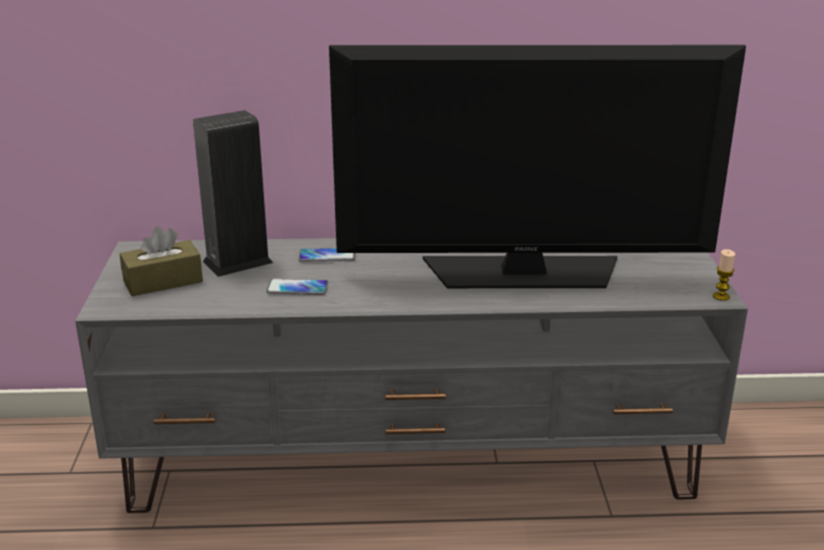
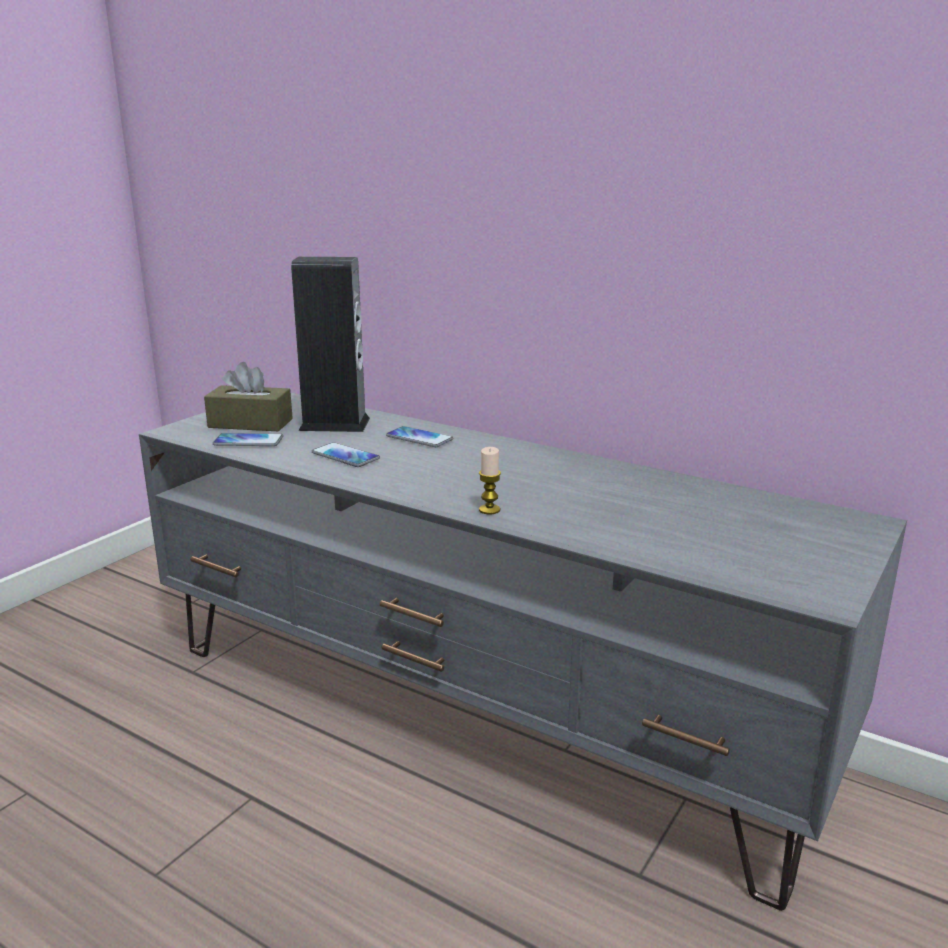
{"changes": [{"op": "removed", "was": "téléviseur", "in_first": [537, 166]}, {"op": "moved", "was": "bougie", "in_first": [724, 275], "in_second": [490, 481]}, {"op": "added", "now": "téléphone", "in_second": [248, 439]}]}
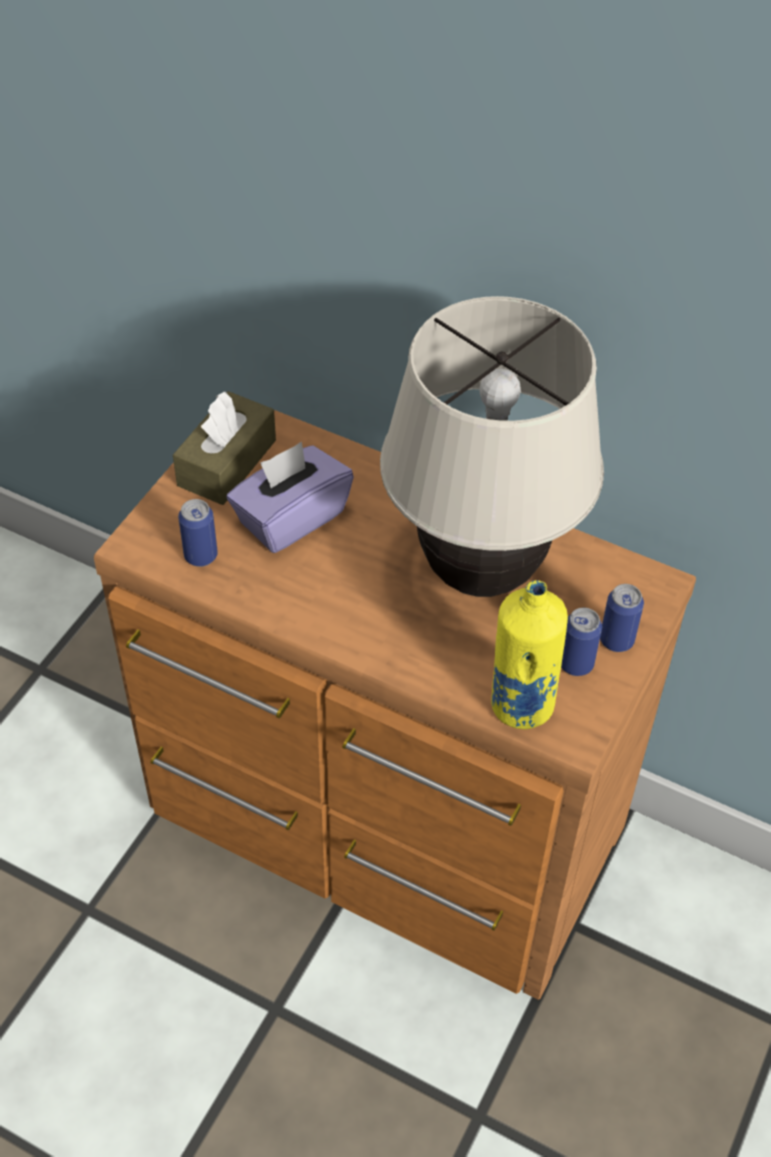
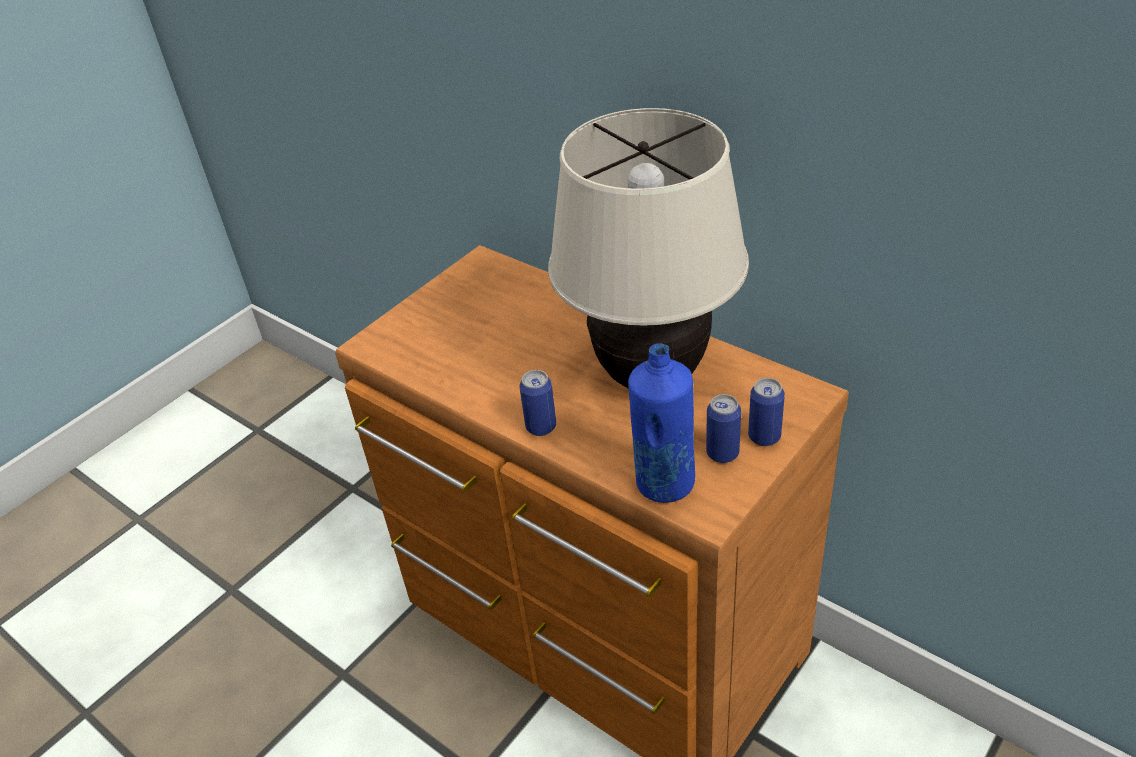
{"changes": [{"op": "removed", "was": "boîte à mouchoirs/marron", "in_first": [224, 448]}, {"op": "moved", "was": "boîte métallique", "in_first": [198, 533], "in_second": [537, 403]}, {"op": "removed", "was": "boîte à mouchoirs/violet", "in_first": [290, 497]}, {"op": "recoloured", "was": "bouteille/jaune", "now": "bouteille/bleu", "in_first": [529, 654], "in_second": [661, 423]}]}
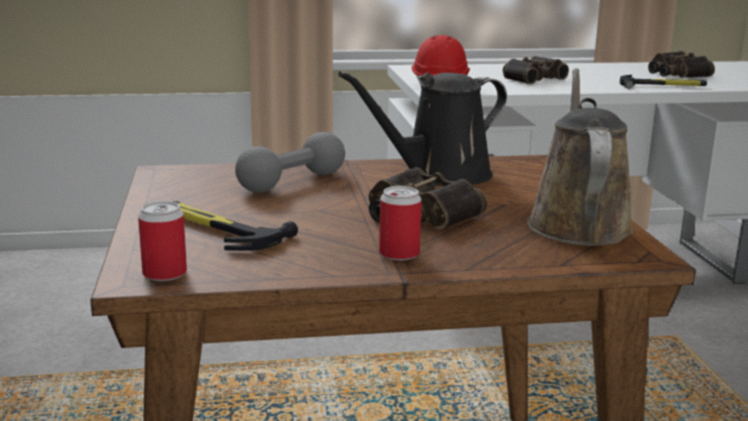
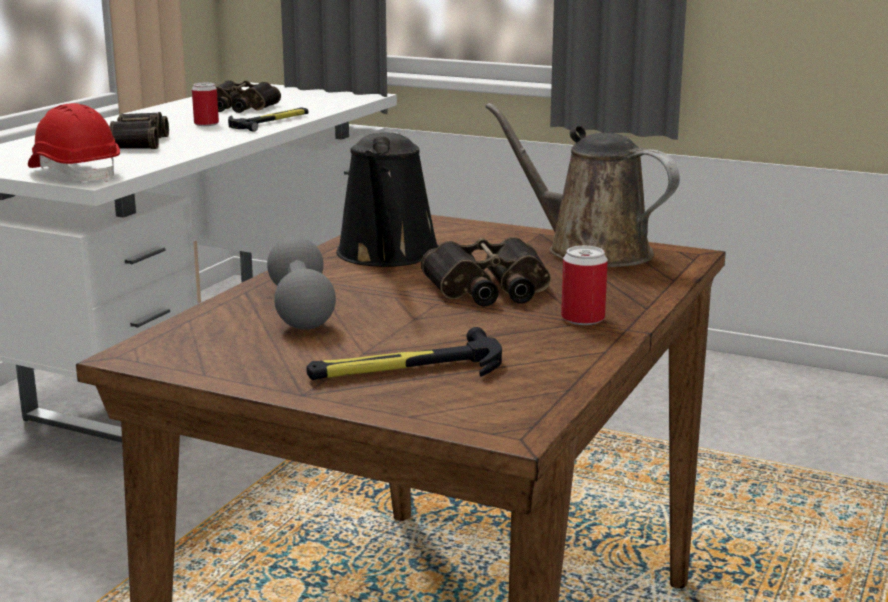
{"changes": [{"op": "moved", "was": "boîte métallique", "in_first": [162, 241], "in_second": [205, 104]}]}
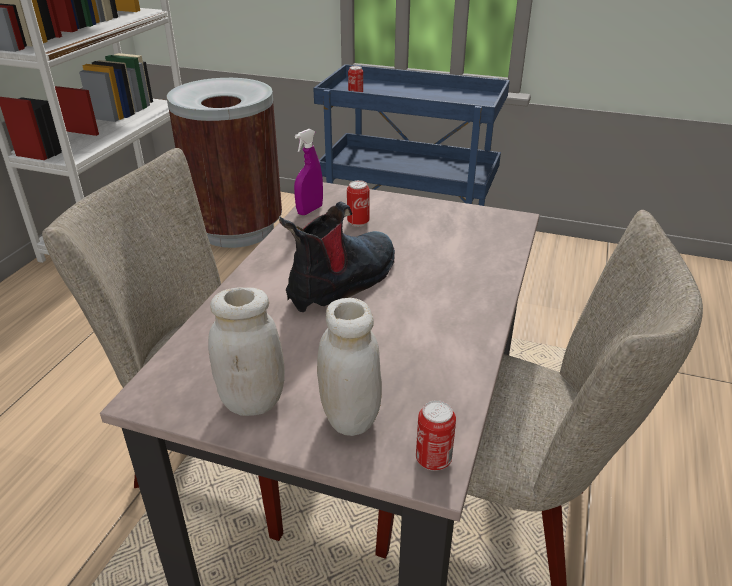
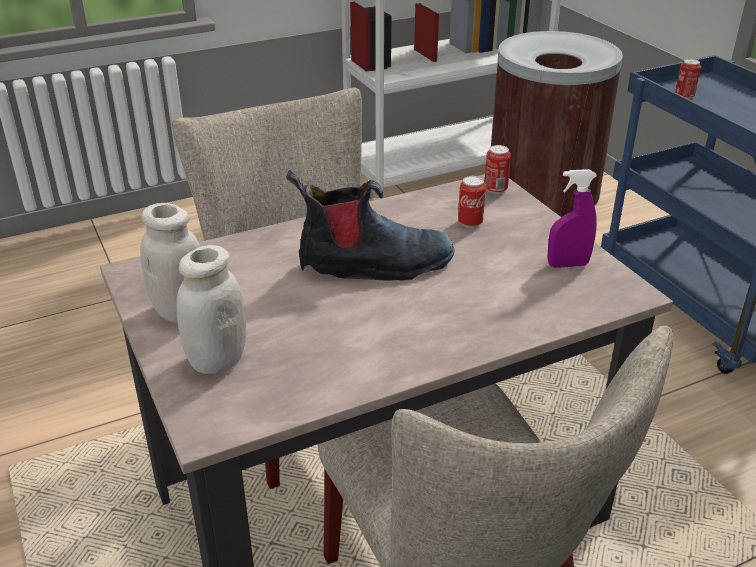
{"changes": [{"op": "moved", "was": "vaporisateur/violet", "in_first": [308, 172], "in_second": [572, 218]}, {"op": "moved", "was": "boîte métallique", "in_first": [436, 435], "in_second": [497, 169]}]}
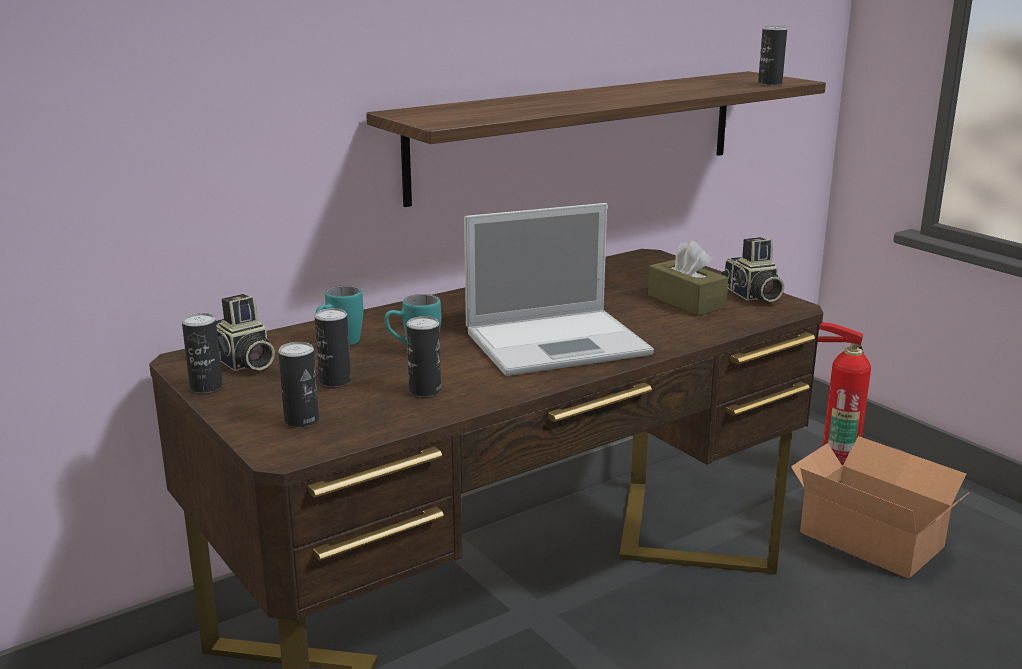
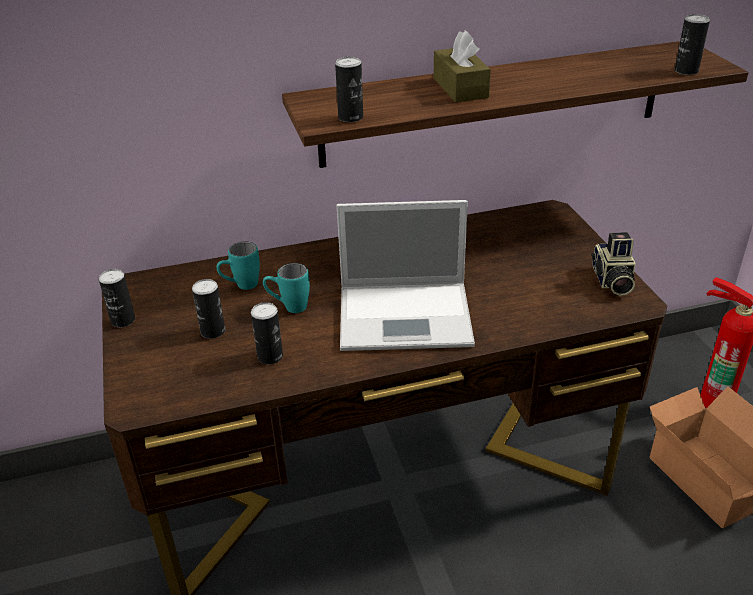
{"changes": [{"op": "removed", "was": "appareil photo", "in_first": [245, 332]}, {"op": "moved", "was": "boîte métallique", "in_first": [298, 384], "in_second": [349, 89]}, {"op": "moved", "was": "boîte à mouchoirs/marron", "in_first": [688, 278], "in_second": [462, 66]}]}
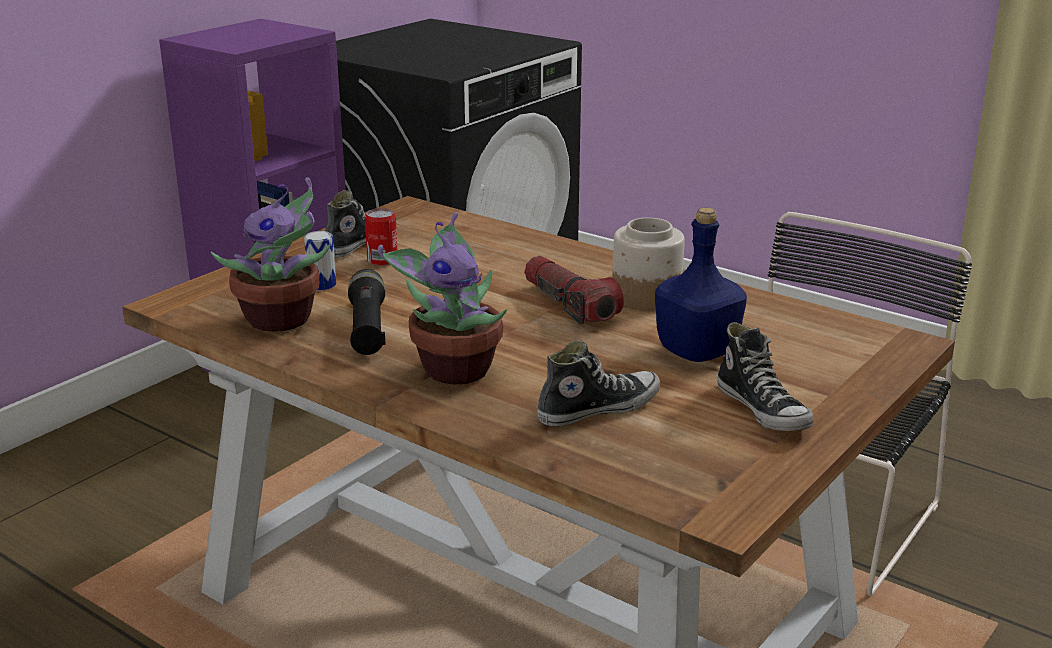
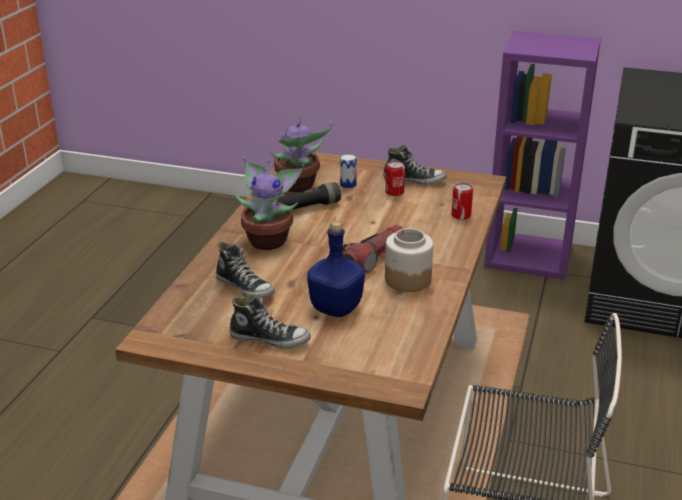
{"changes": [{"op": "turned", "was": "chaussure", "in_first": [765, 376], "in_second": [270, 322], "clockwise": -120}, {"op": "added", "now": "boîte métallique", "in_second": [462, 201]}]}
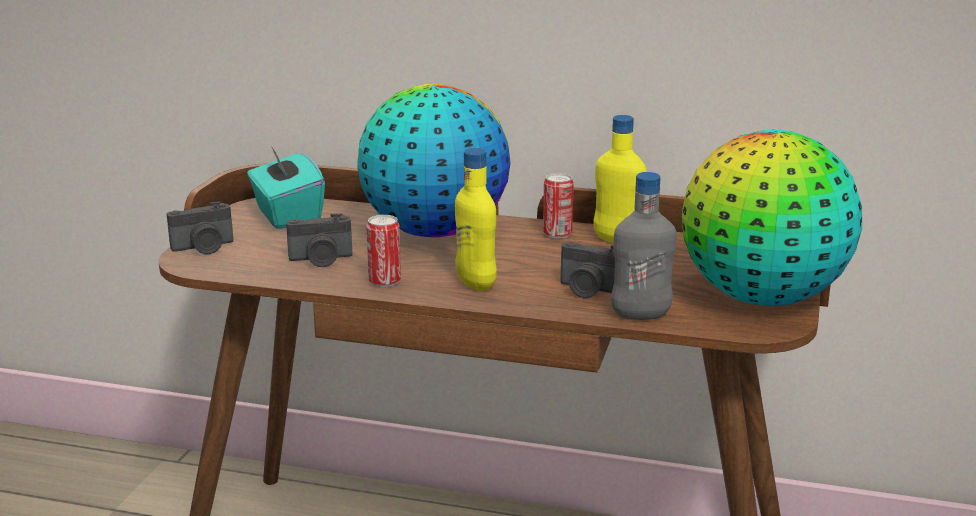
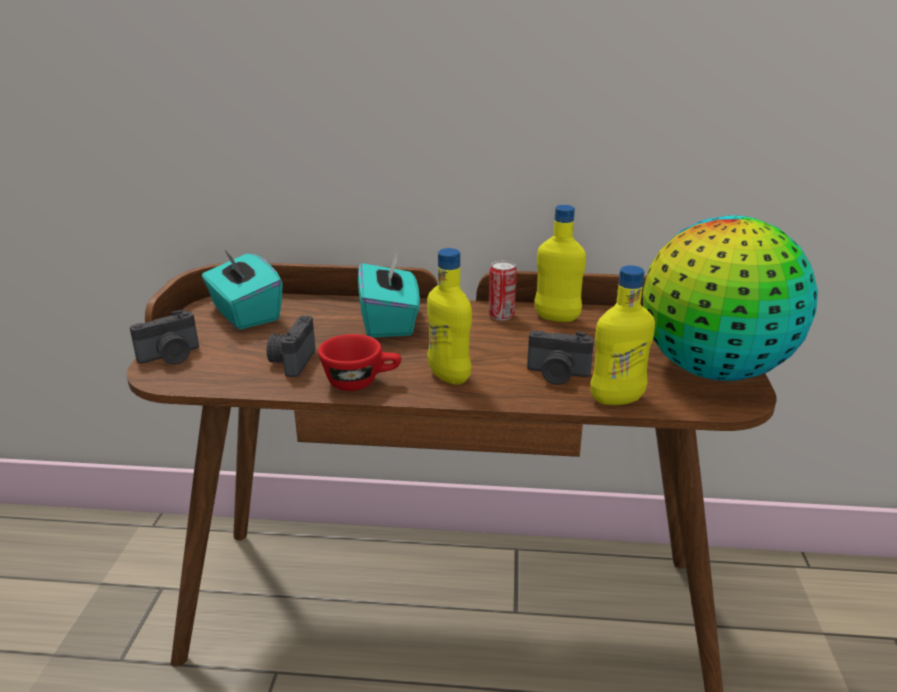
{"changes": [{"op": "turned", "was": "appareil photo", "in_first": [319, 240], "in_second": [291, 346], "clockwise": 120}, {"op": "replaced", "was": "globe", "now": "boîte à mouchoirs/turquoise", "in_first": [434, 160], "in_second": [389, 295]}, {"op": "replaced", "was": "boîte métallique", "now": "tasse/rouge", "in_first": [383, 251], "in_second": [359, 362]}, {"op": "recoloured", "was": "bouteille/gris", "now": "bouteille/jaune", "in_first": [644, 246], "in_second": [622, 335]}]}
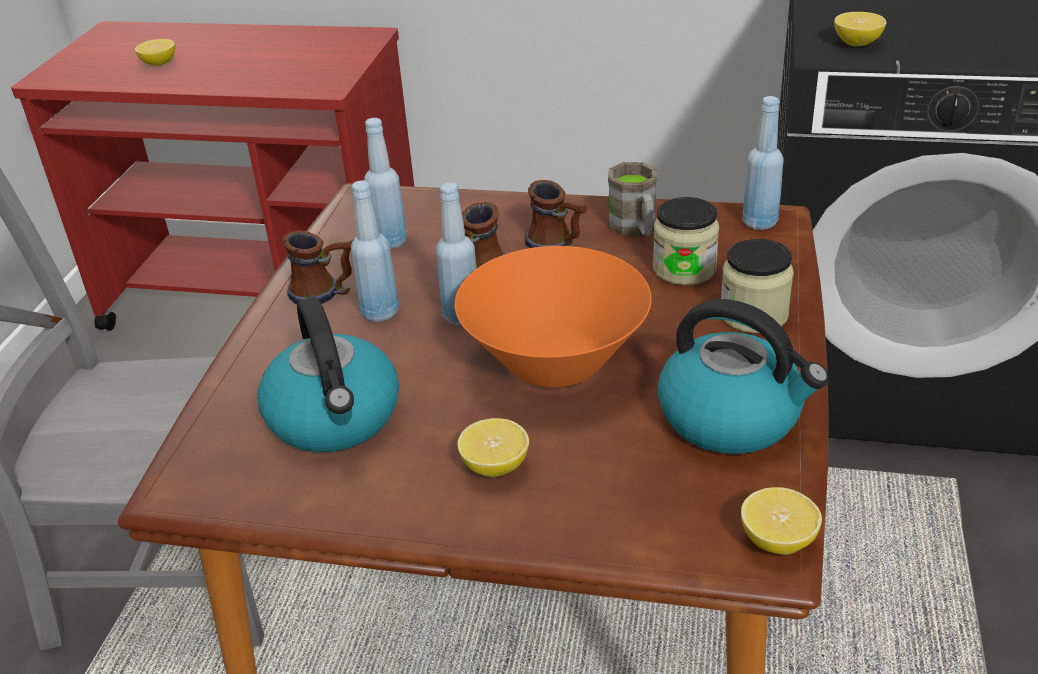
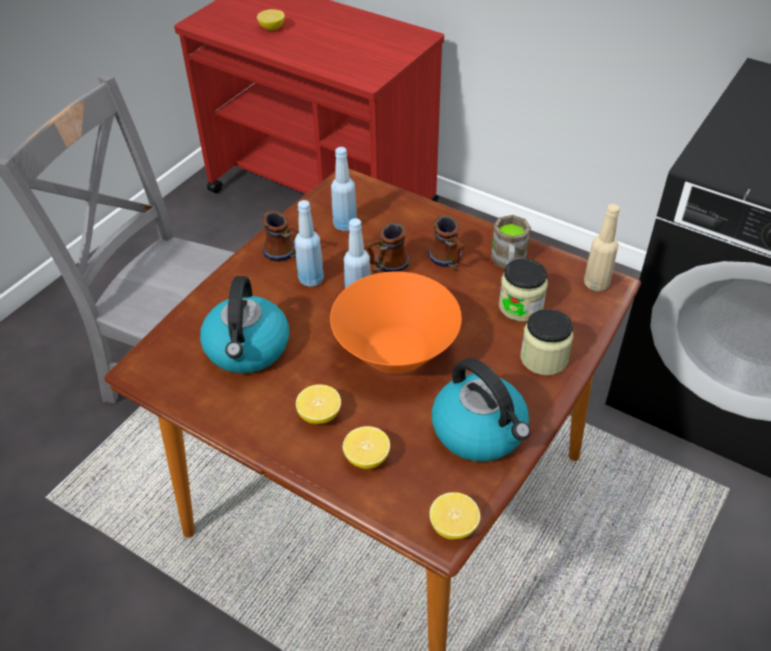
{"changes": [{"op": "recoloured", "was": "bouteille/bleu", "now": "bouteille/beige", "in_first": [763, 163], "in_second": [602, 248]}, {"op": "moved", "was": "citron", "in_first": [860, 29], "in_second": [366, 447]}]}
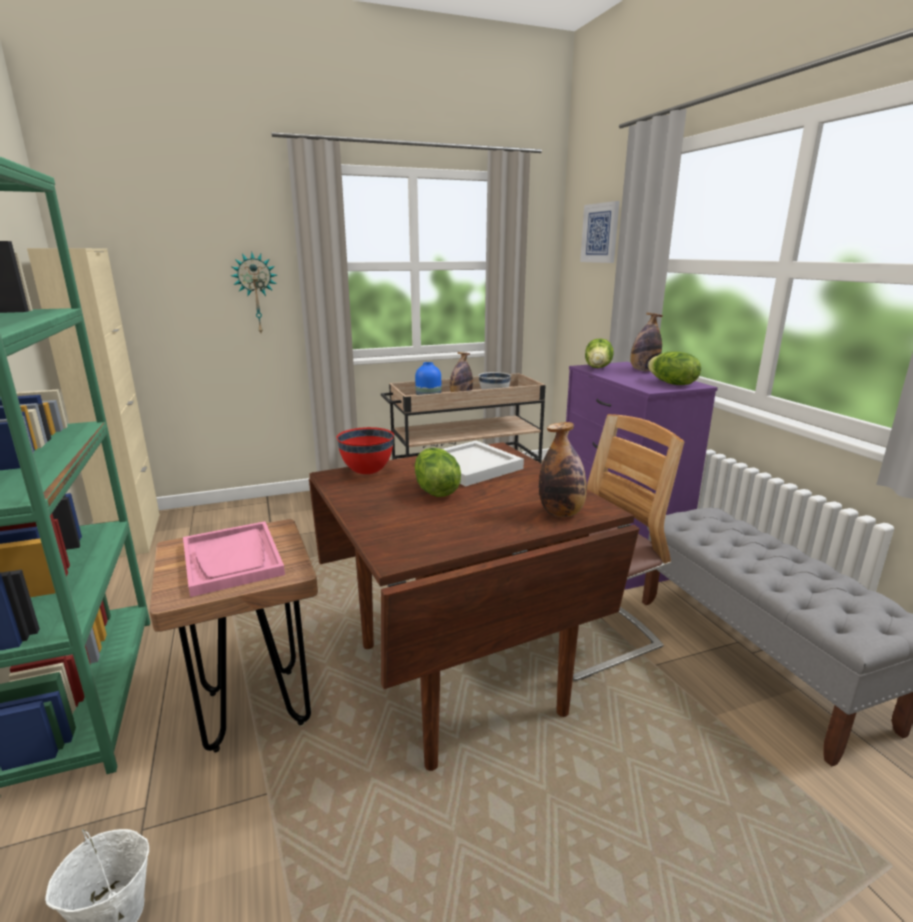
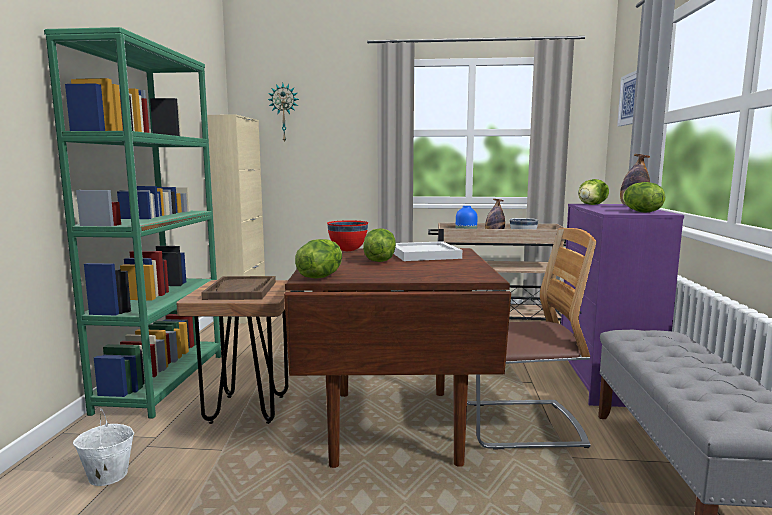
{"changes": [{"op": "recoloured", "was": "plateau/rose", "now": "plateau/marron", "in_first": [234, 559], "in_second": [238, 288]}, {"op": "moved", "was": "horloge murale", "in_first": [254, 292], "in_second": [283, 113]}, {"op": "removed", "was": "bouteille", "in_first": [563, 469]}, {"op": "added", "now": "laitue", "in_second": [318, 258]}]}
